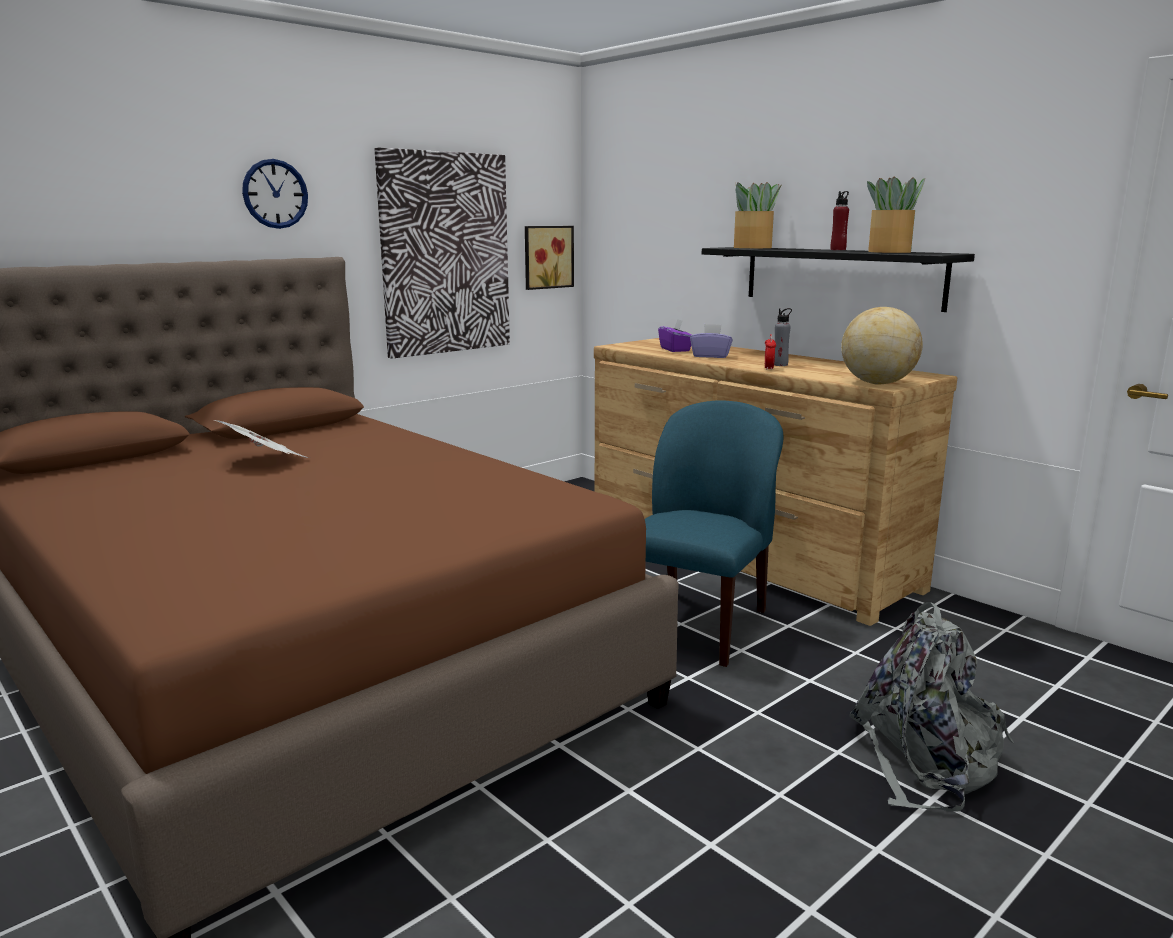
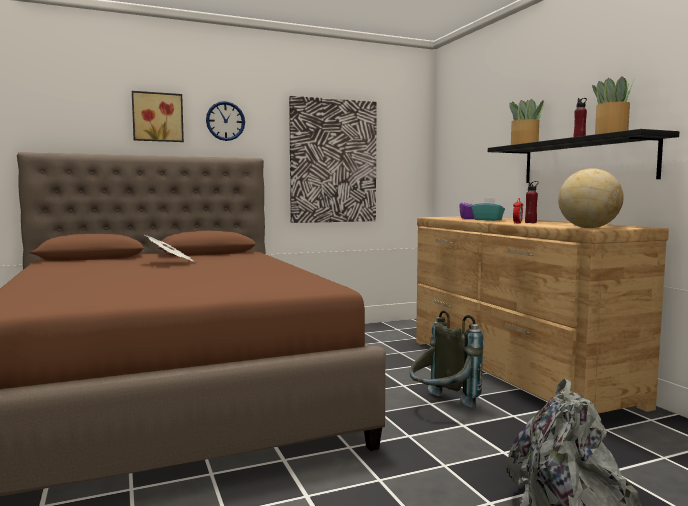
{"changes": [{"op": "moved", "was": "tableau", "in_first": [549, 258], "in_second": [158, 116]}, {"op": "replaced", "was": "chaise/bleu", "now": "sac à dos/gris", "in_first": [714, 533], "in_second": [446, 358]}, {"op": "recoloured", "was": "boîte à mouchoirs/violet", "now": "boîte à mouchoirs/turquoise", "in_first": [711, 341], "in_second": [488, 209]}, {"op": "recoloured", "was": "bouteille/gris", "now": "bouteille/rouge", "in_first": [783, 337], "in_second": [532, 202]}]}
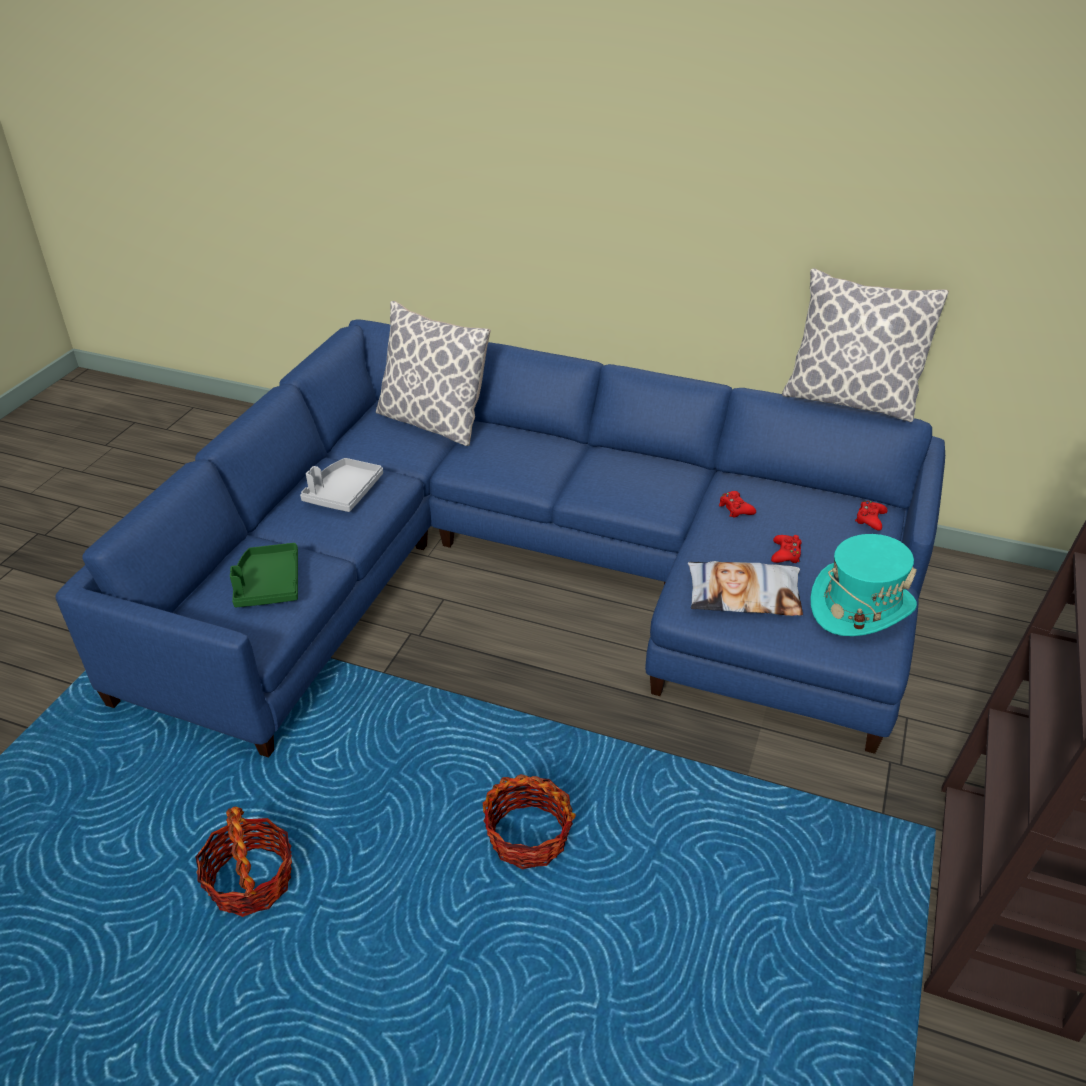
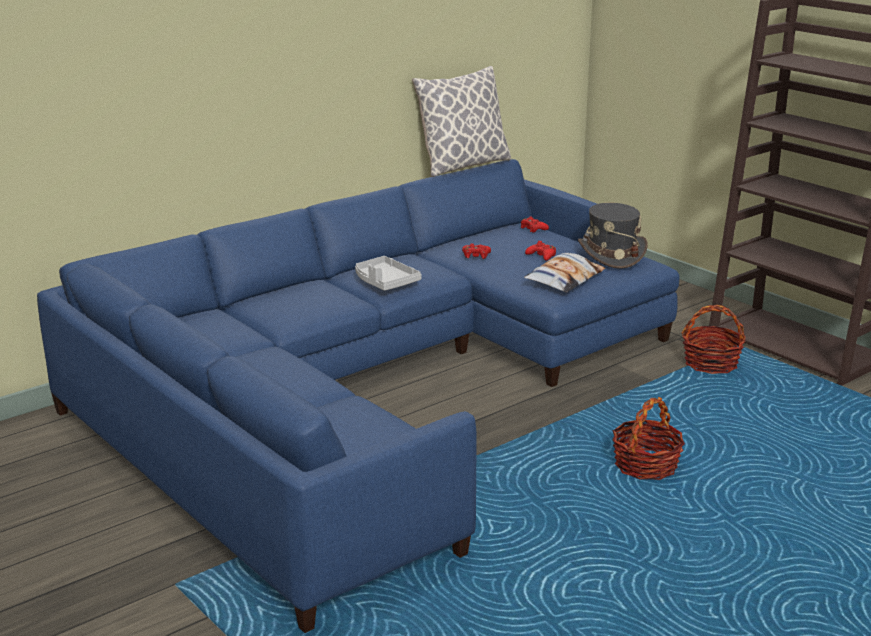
{"changes": [{"op": "moved", "was": "panier", "in_first": [244, 861], "in_second": [714, 339]}, {"op": "removed", "was": "plateau/vert", "in_first": [264, 575]}, {"op": "moved", "was": "plateau/gris", "in_first": [341, 485], "in_second": [388, 273]}, {"op": "removed", "was": "coussin", "in_first": [433, 373]}, {"op": "recoloured", "was": "chapeau/turquoise", "now": "chapeau/gris", "in_first": [863, 585], "in_second": [613, 236]}]}
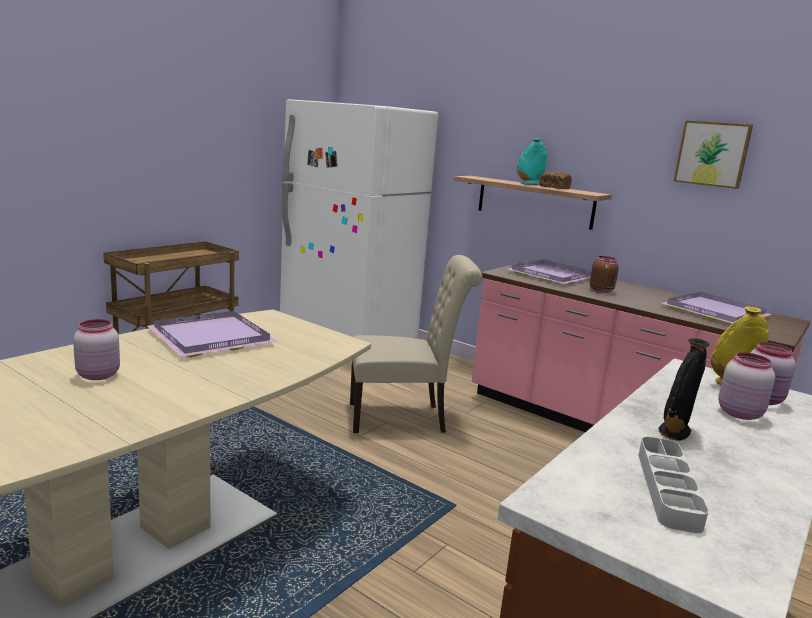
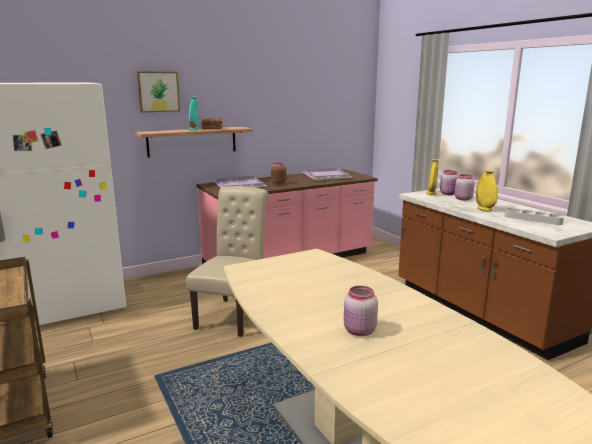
{"changes": [{"op": "removed", "was": "plateau/violet", "in_first": [212, 334]}, {"op": "recoloured", "was": "vase/noir", "now": "vase/jaune", "in_first": [684, 389], "in_second": [487, 191]}, {"op": "moved", "was": "tableau", "in_first": [713, 154], "in_second": [158, 92]}]}
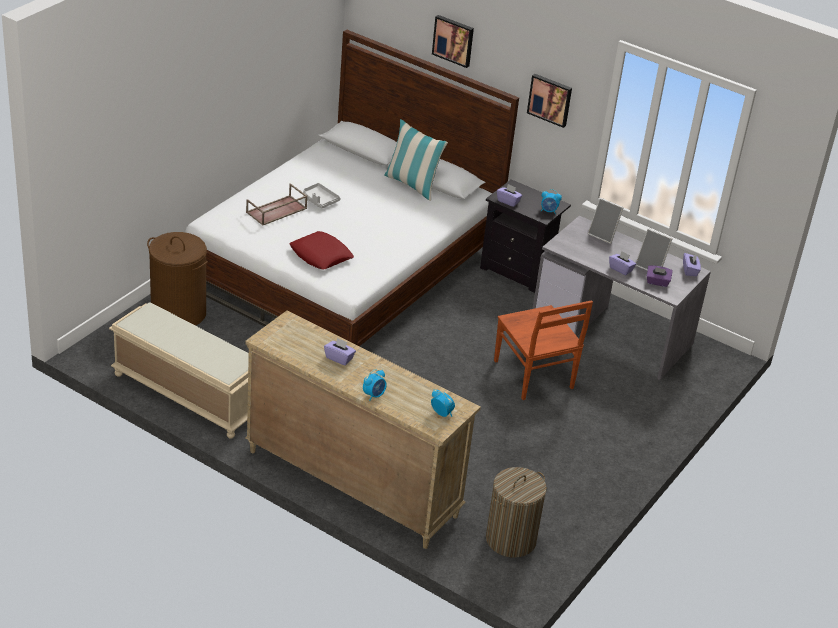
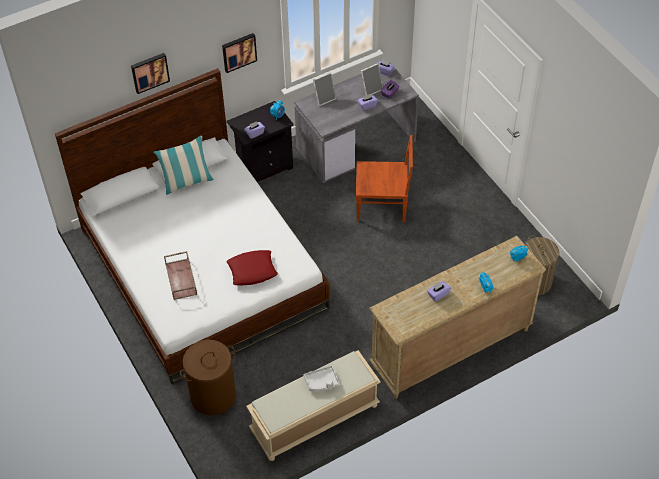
{"changes": [{"op": "moved", "was": "plateau/gris", "in_first": [322, 196], "in_second": [321, 379]}]}
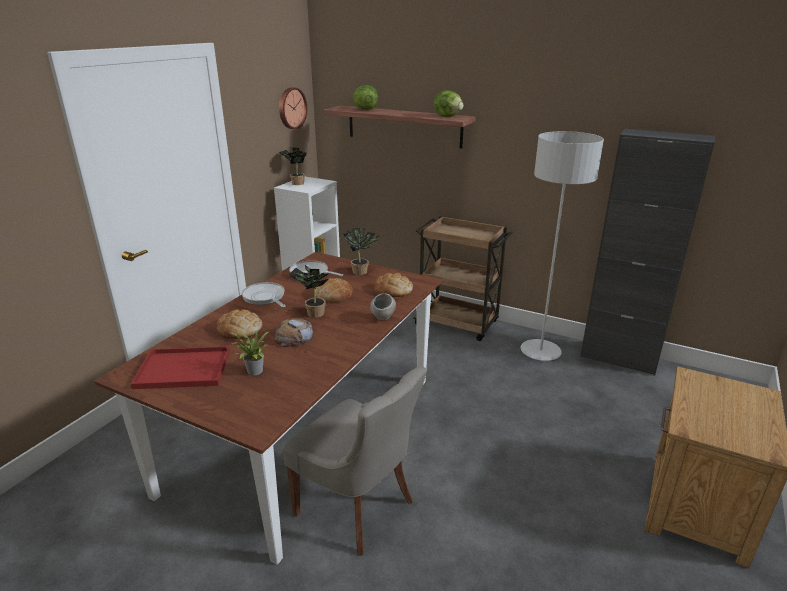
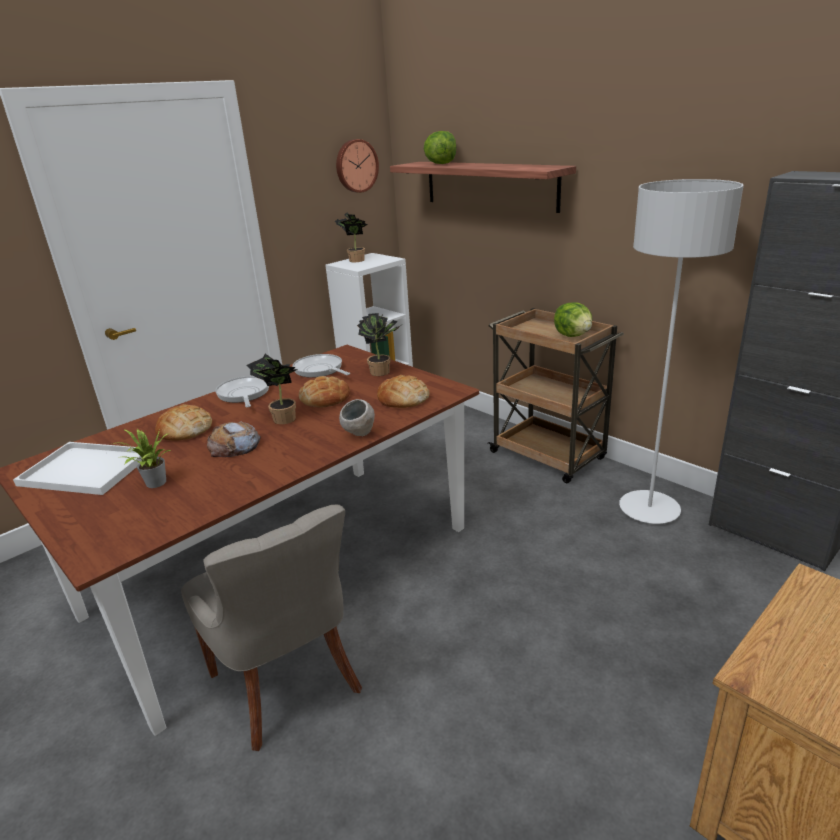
{"changes": [{"op": "recoloured", "was": "plateau/rouge", "now": "plateau/blanc", "in_first": [180, 367], "in_second": [77, 468]}, {"op": "moved", "was": "laitue", "in_first": [448, 104], "in_second": [573, 319]}]}
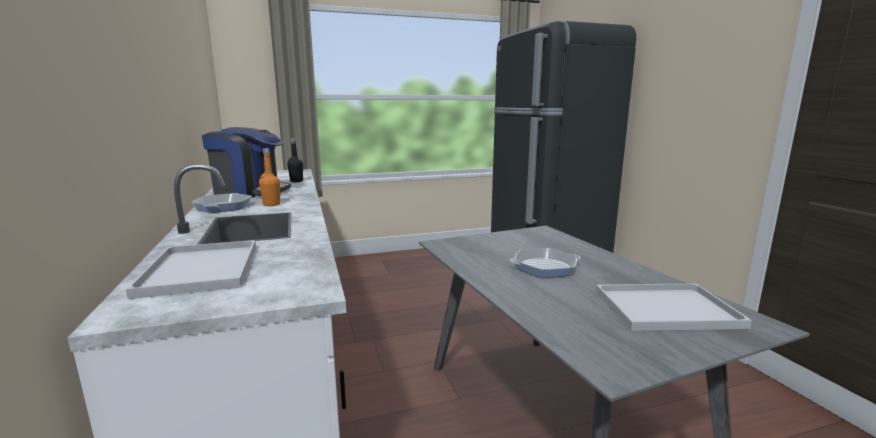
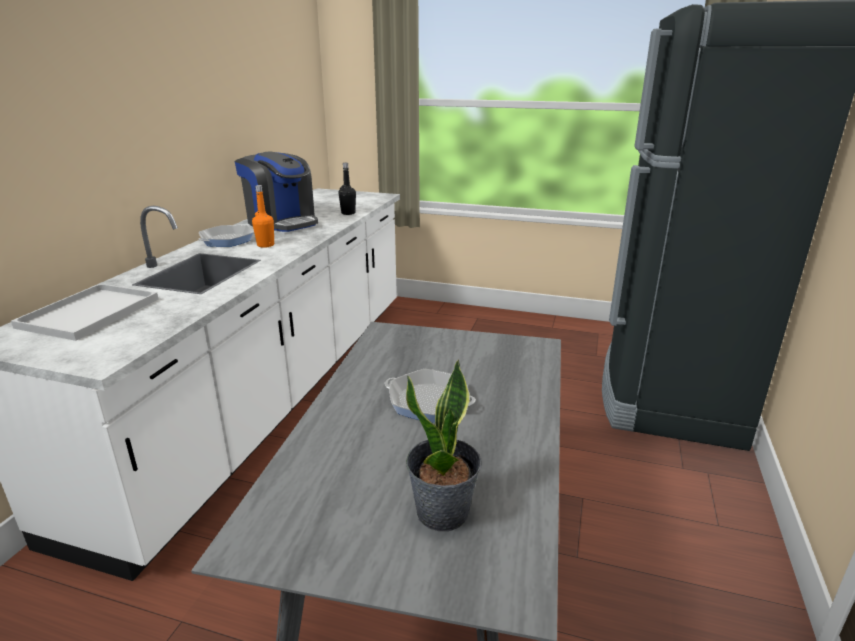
{"changes": [{"op": "replaced", "was": "plateau/blanc", "now": "plante en pot", "in_first": [674, 307], "in_second": [444, 445]}]}
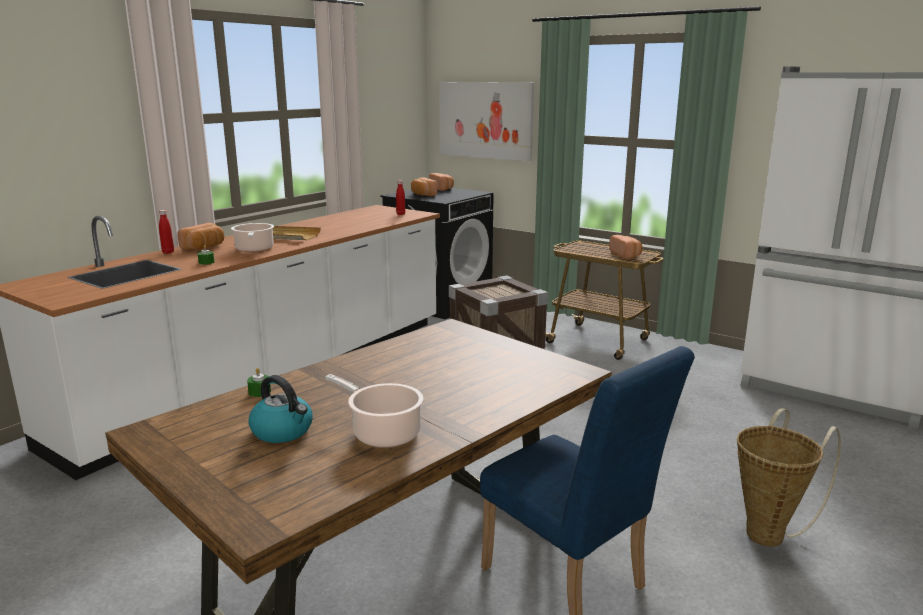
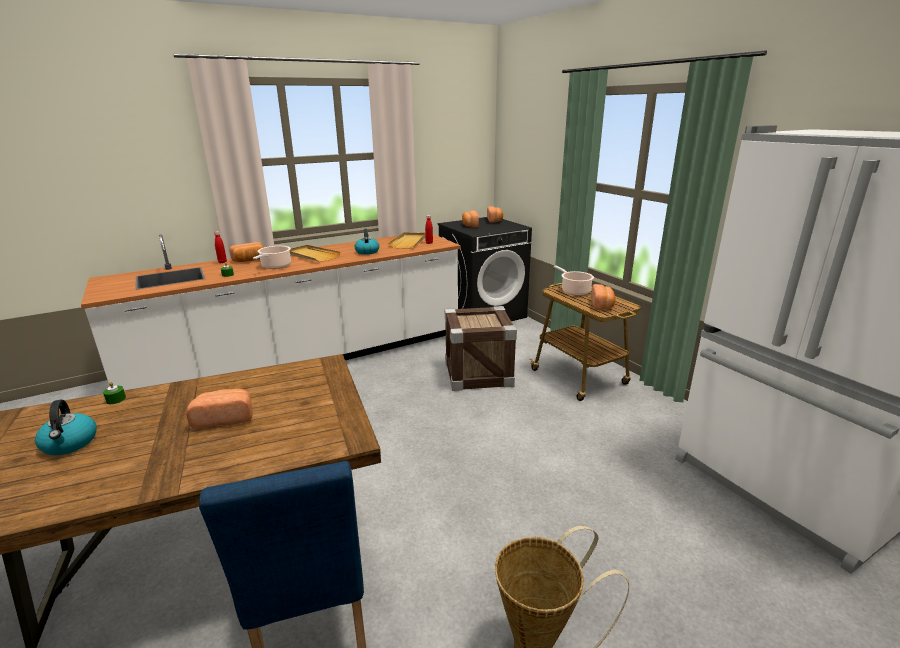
{"changes": [{"op": "moved", "was": "marmite", "in_first": [374, 410], "in_second": [574, 281]}, {"op": "removed", "was": "tableau", "in_first": [486, 121]}, {"op": "added", "now": "pain", "in_second": [219, 408]}, {"op": "added", "now": "bouilloire", "in_second": [367, 242]}, {"op": "added", "now": "plateau/beige", "in_second": [407, 240]}]}
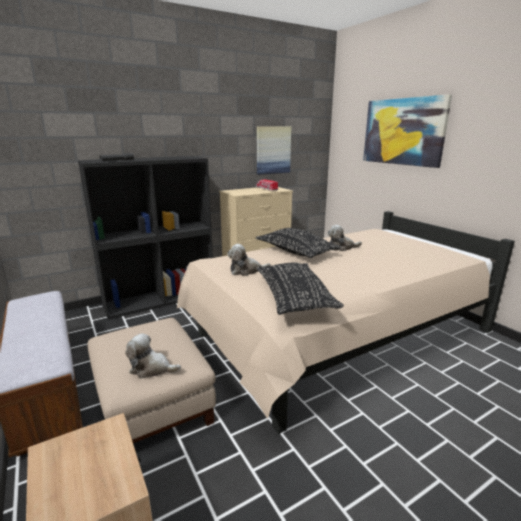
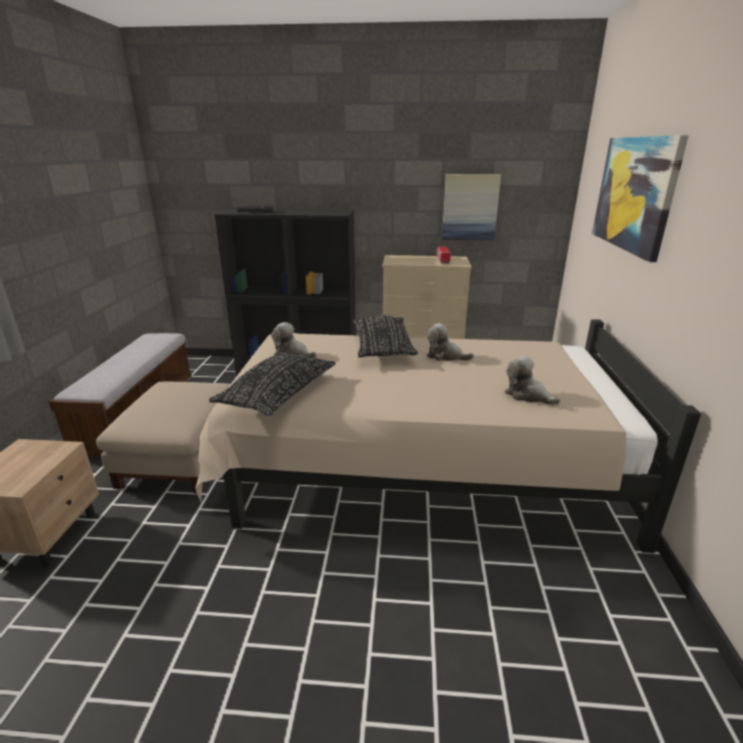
{"changes": [{"op": "moved", "was": "peluche", "in_first": [153, 356], "in_second": [532, 380]}]}
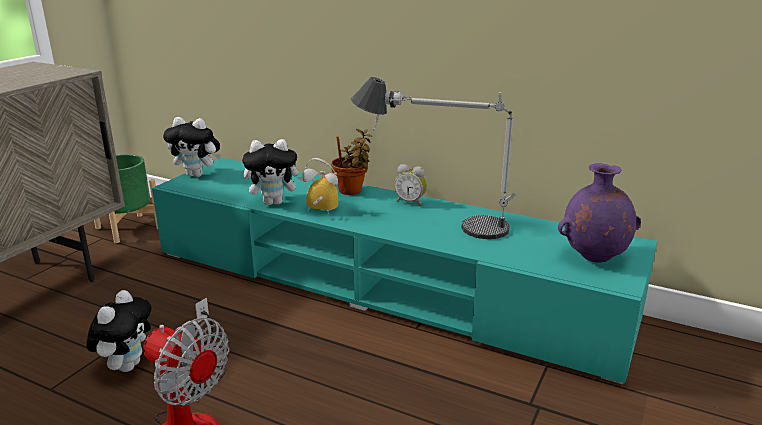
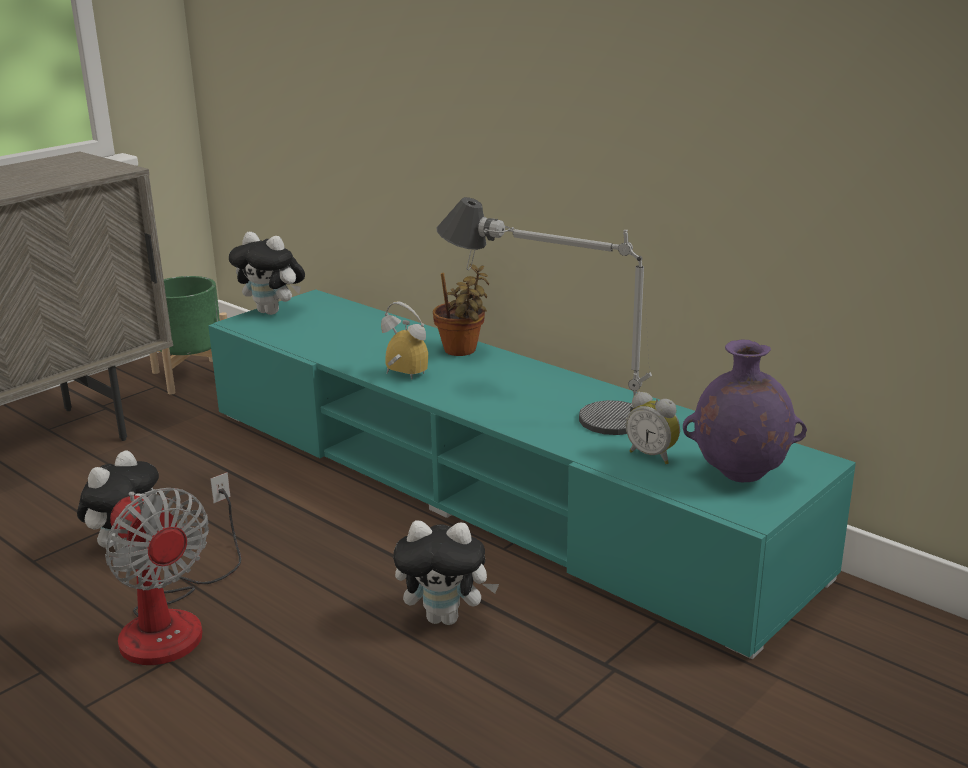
{"changes": [{"op": "moved", "was": "peluche", "in_first": [273, 172], "in_second": [446, 573]}, {"op": "moved", "was": "réveil", "in_first": [410, 185], "in_second": [653, 428]}]}
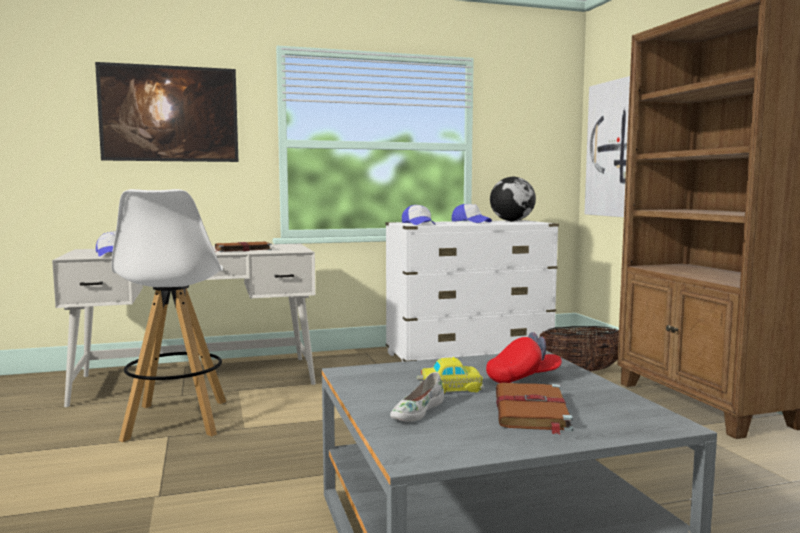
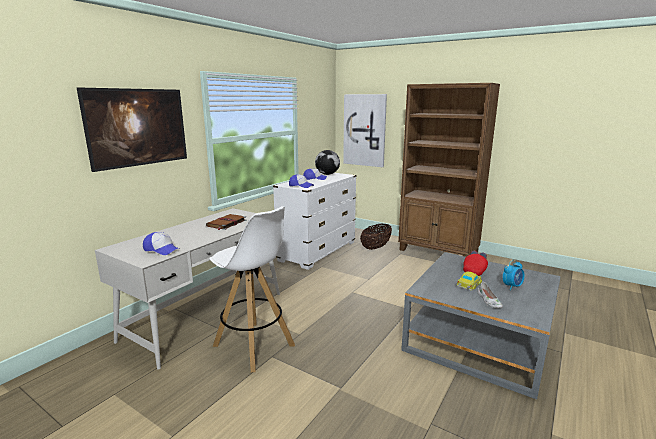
{"changes": [{"op": "replaced", "was": "livre/marron", "now": "réveil", "in_first": [534, 409], "in_second": [513, 275]}]}
